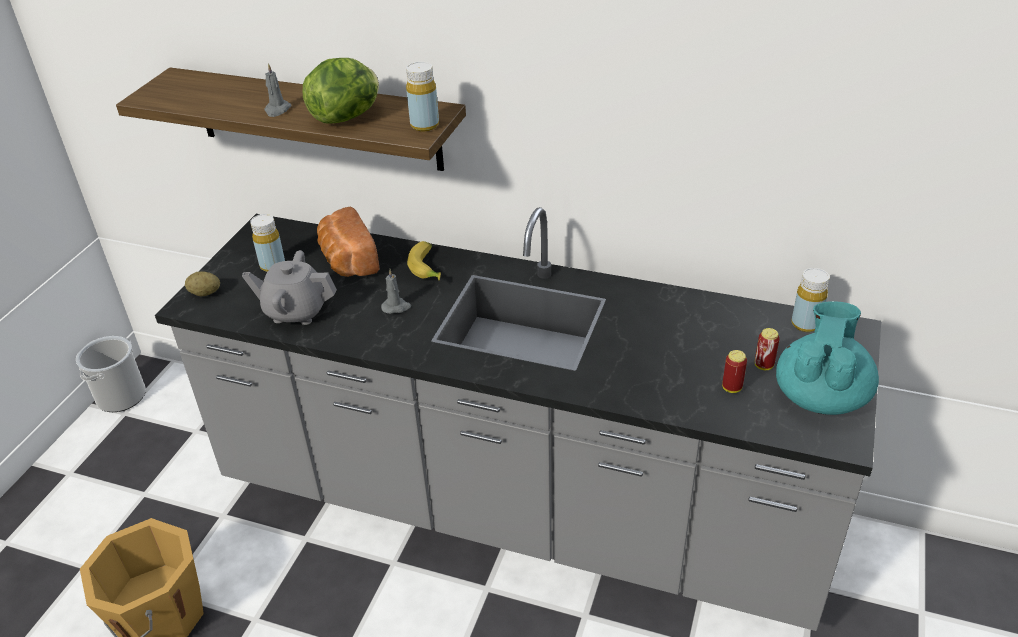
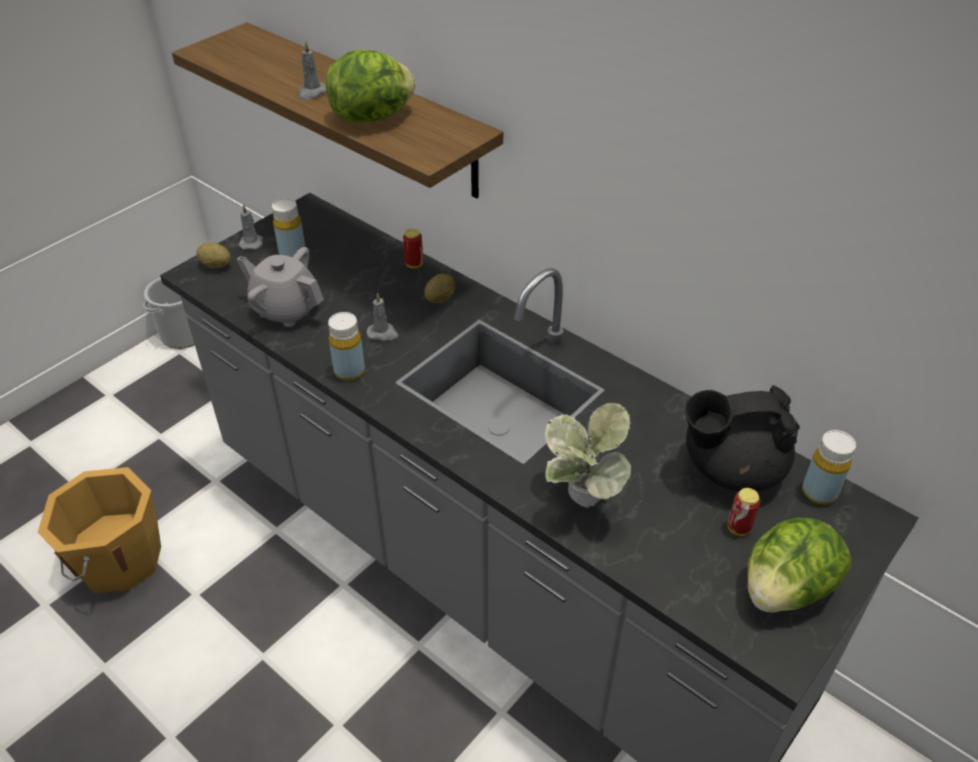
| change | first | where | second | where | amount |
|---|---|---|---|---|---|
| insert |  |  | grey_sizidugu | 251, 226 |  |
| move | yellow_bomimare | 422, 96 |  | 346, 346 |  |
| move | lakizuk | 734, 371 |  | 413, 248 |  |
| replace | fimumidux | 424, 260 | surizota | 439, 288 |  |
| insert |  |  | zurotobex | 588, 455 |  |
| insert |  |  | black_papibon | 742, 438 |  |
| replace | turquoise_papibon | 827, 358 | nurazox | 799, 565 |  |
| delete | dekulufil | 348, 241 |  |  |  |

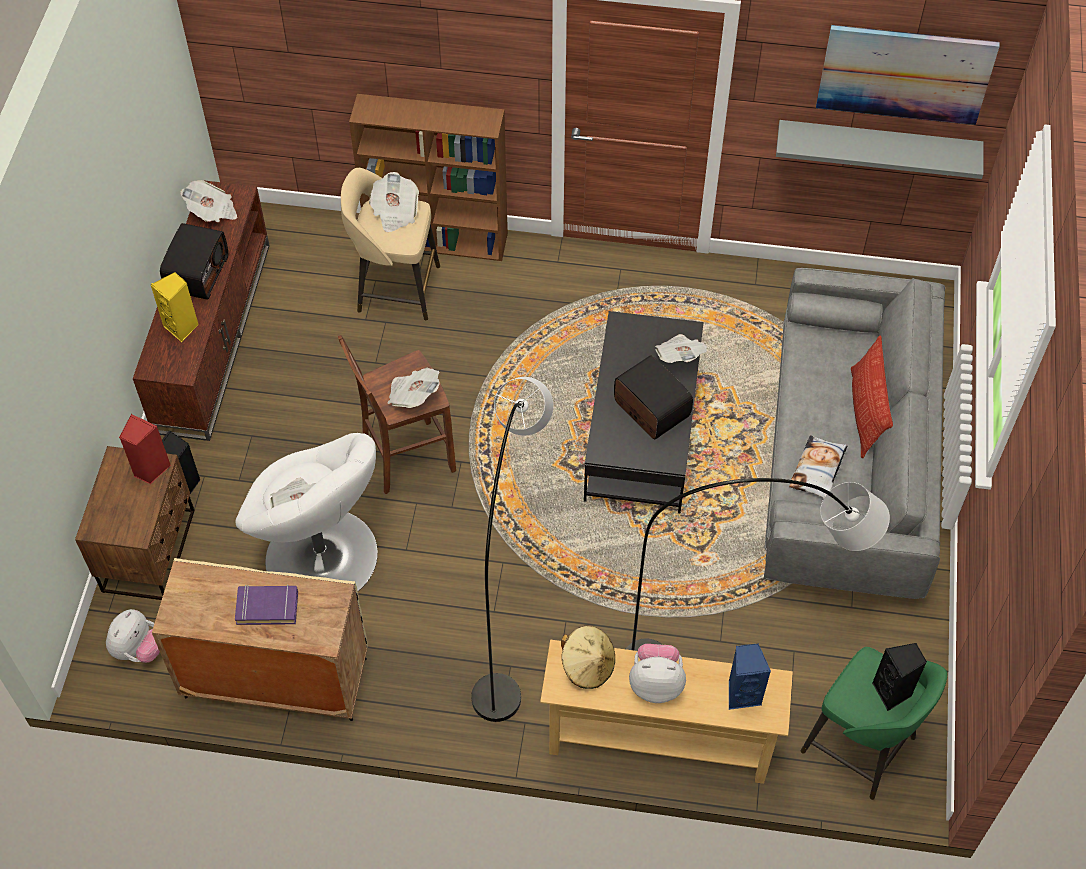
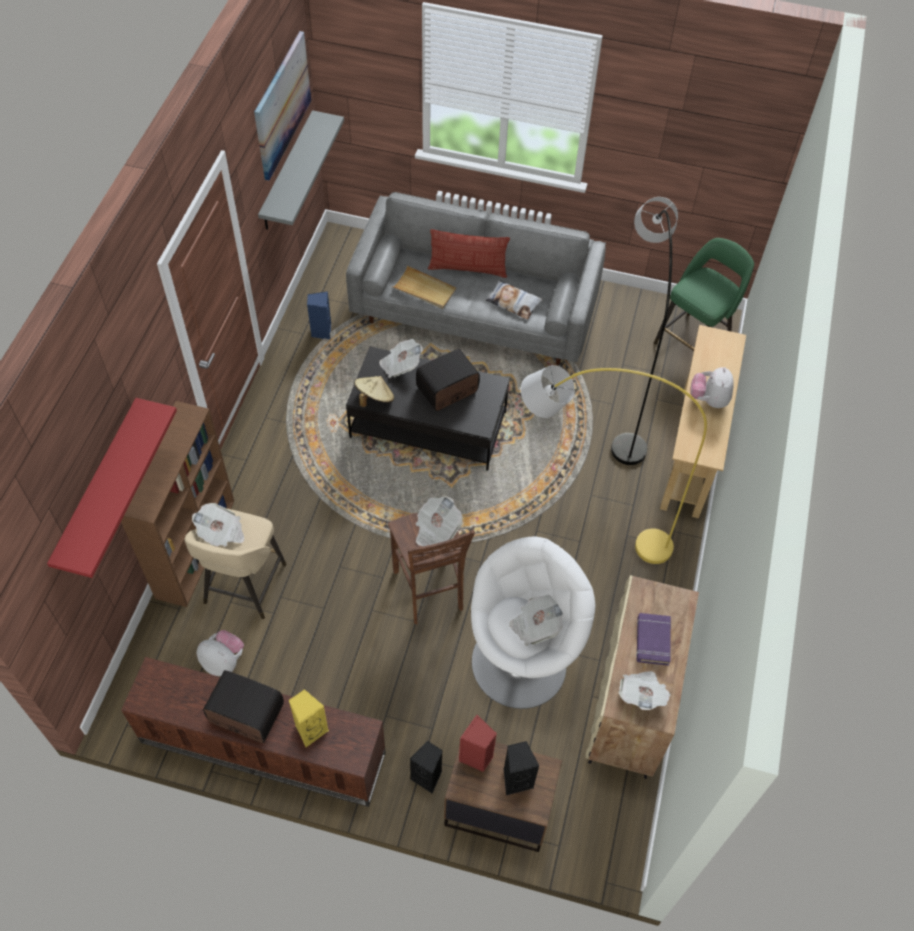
| change | first | where | second | where | amount |
|---|---|---|---|---|---|
| insert |  |  | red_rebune | 112, 488 |  |
| move | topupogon | 133, 636 |  | 220, 653 |  |
| move | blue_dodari | 750, 676 |  | 319, 315 |  |
| move | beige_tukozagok | 588, 657 |  | 374, 391 |  |
| insert |  |  | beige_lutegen | 424, 287 |  |
| move | black_dodari | 899, 677 |  | 521, 768 |  |
| recolor | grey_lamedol | 512, 549 | yellow_lamedol | 614, 464 |  |
| move | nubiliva | 209, 201 |  | 645, 690 |  |

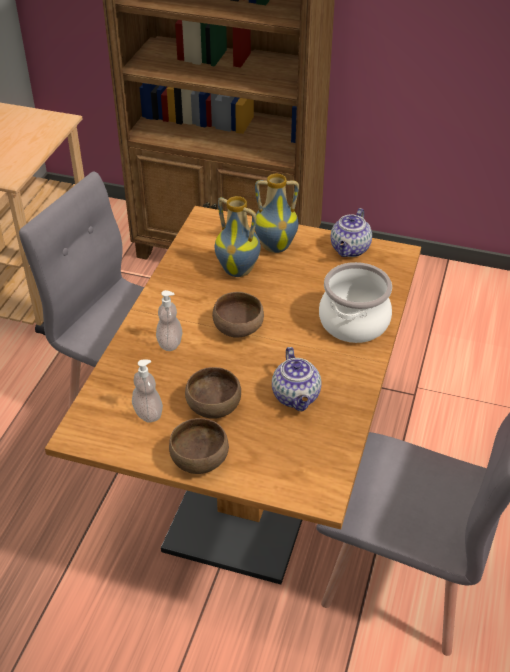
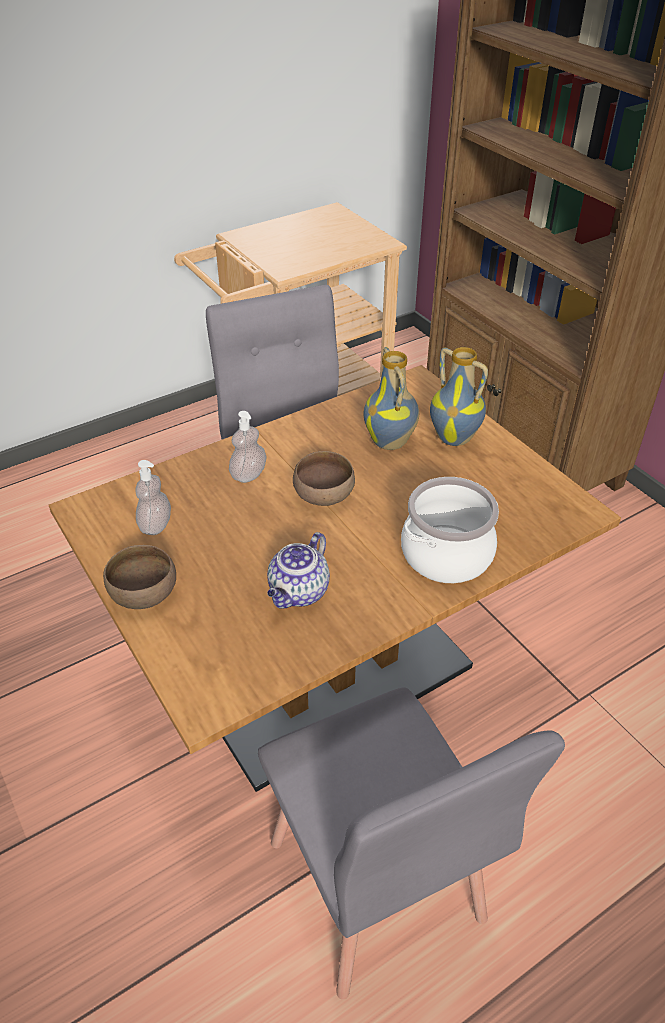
| change | first | where | second | where | amount |
|---|---|---|---|---|---|
| delete | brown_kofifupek | 213, 393 |  |  |  |
| delete | papibon | 351, 232 |  |  |  |

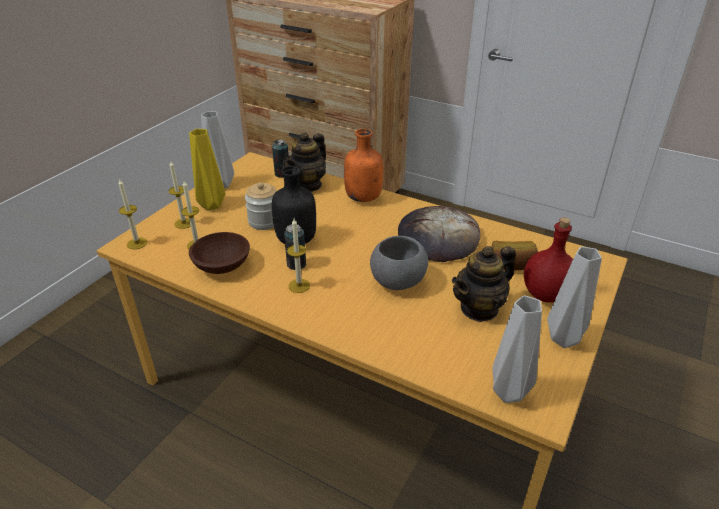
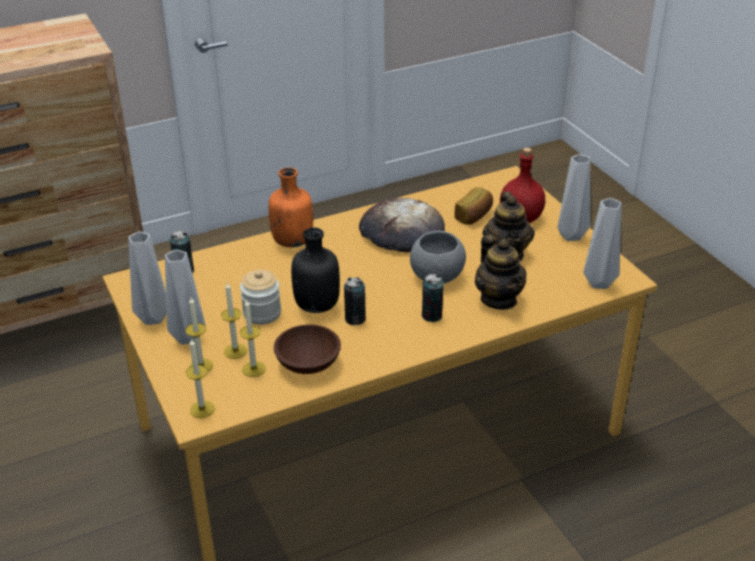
| change | first | where | second | where | amount |
|---|---|---|---|---|---|
| recolor | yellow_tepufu | 207, 170 | grey_tepufu | 185, 297 |  |
| move | sizidugu | 298, 255 |  | 234, 320 |  |
| insert |  |  | lakizuk | 432, 298 |  |
| move | papibon | 304, 162 |  | 501, 272 |  |

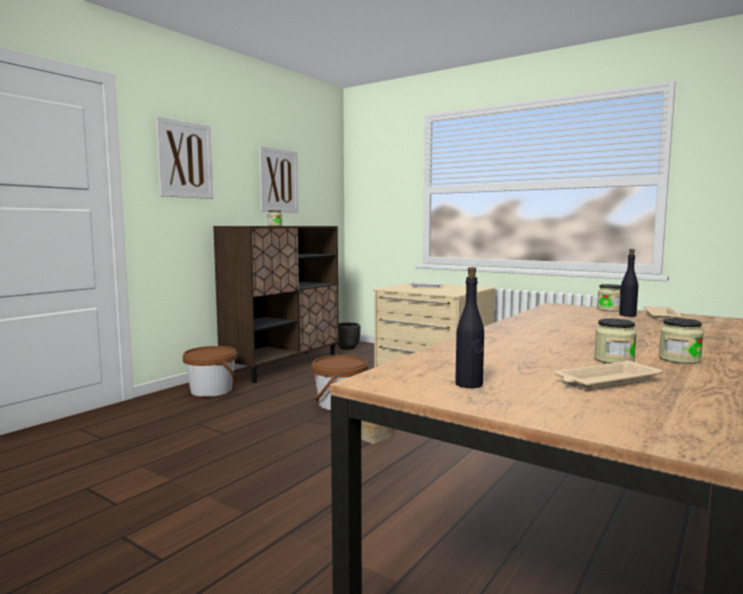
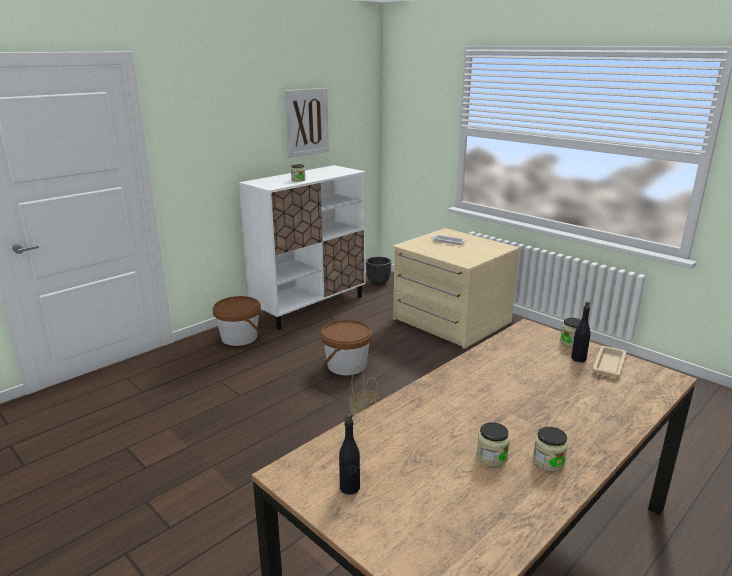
| change | first | where | second | where | amount |
|---|---|---|---|---|---|
| recolor | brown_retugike | 276, 304 | white_retugike | 302, 247 |  |
| delete | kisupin | 184, 157 |  |  |  |
| delete | beige_lutegen | 608, 375 |  |  |  |

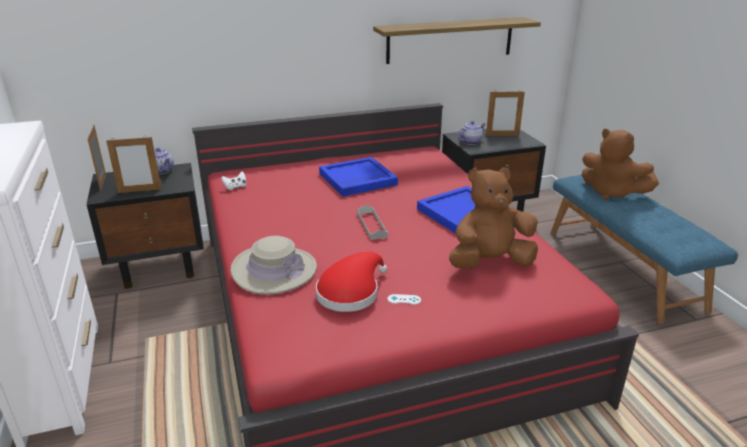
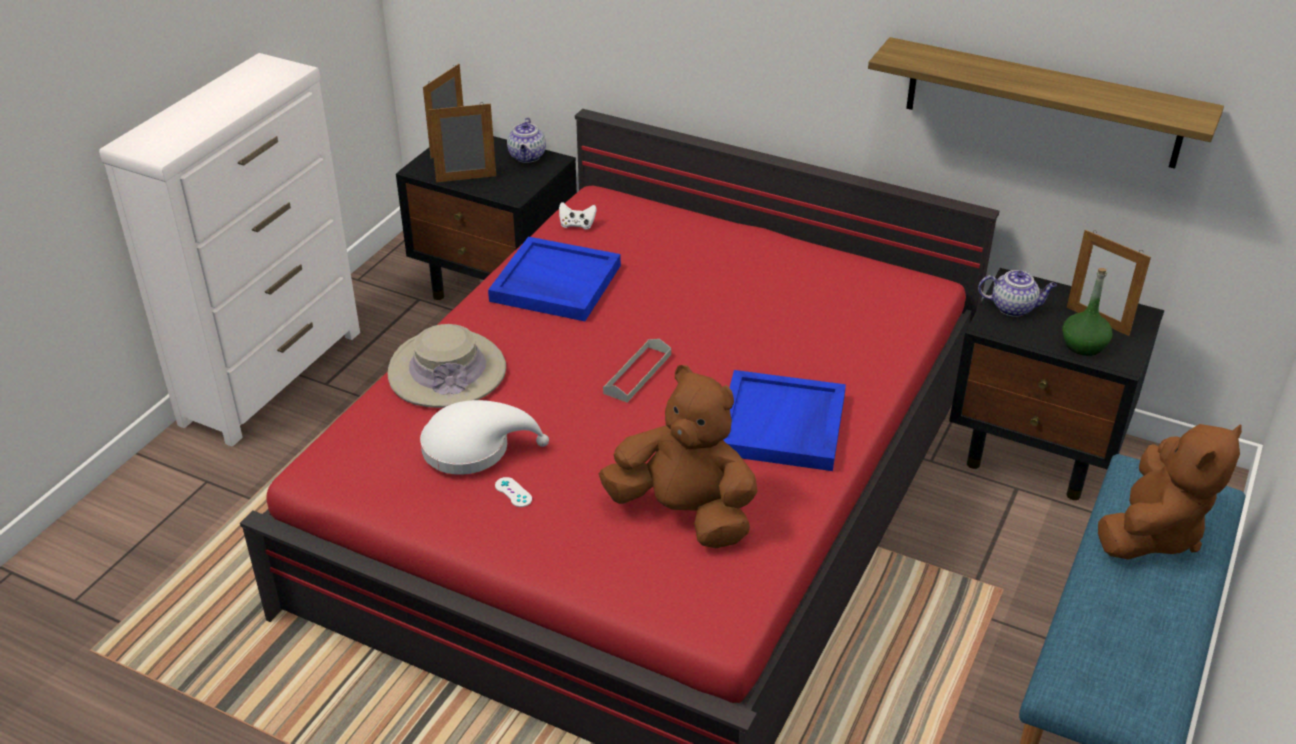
| change | first | where | second | where | amount |
|---|---|---|---|---|---|
| recolor | red_tukozagok | 351, 281 | white_tukozagok | 484, 437 |  |
| rotate | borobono | 134, 165 |  | 462, 142 | 135 degrees clockwise |
| move | blue_lutegen | 358, 177 |  | 554, 279 |  |
| insert |  |  | green_bomimare | 1087, 312 |  |
| rotate | brown_topupogon | 620, 164 |  | 1170, 492 | 135 degrees counterclockwise |

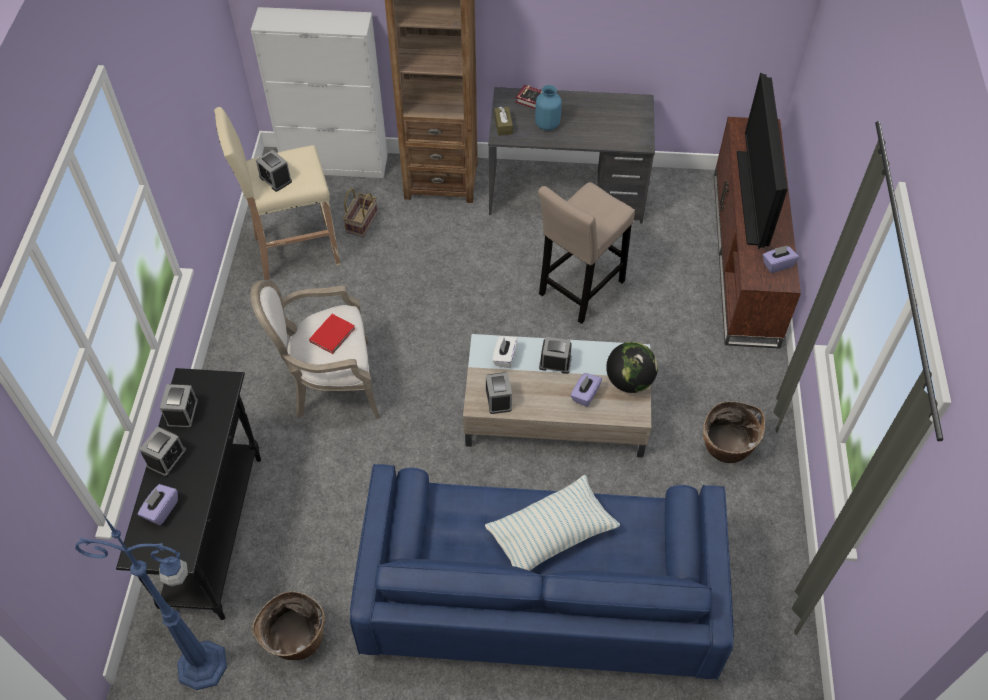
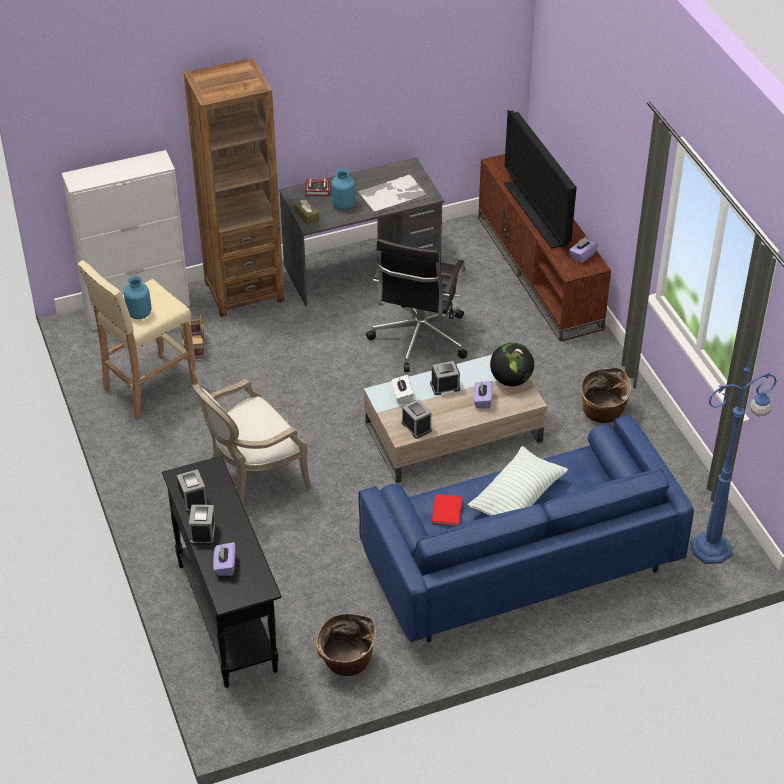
| change | first | where | second | where | amount |
|---|---|---|---|---|---|
| replace | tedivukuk | 274, 171 | blue_tepufu | 137, 297 |  |
| insert |  |  | lutegen | 392, 193 |  |
| replace | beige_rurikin | 586, 253 | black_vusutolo | 417, 305 |  |
| move | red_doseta | 332, 334 |  | 447, 510 |  |
| move | blue_lamedol | 151, 603 |  | 733, 456 |  |

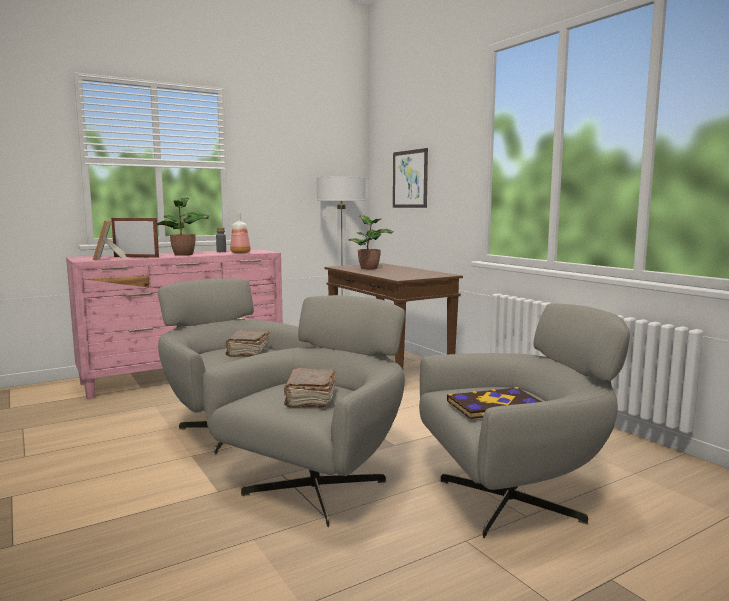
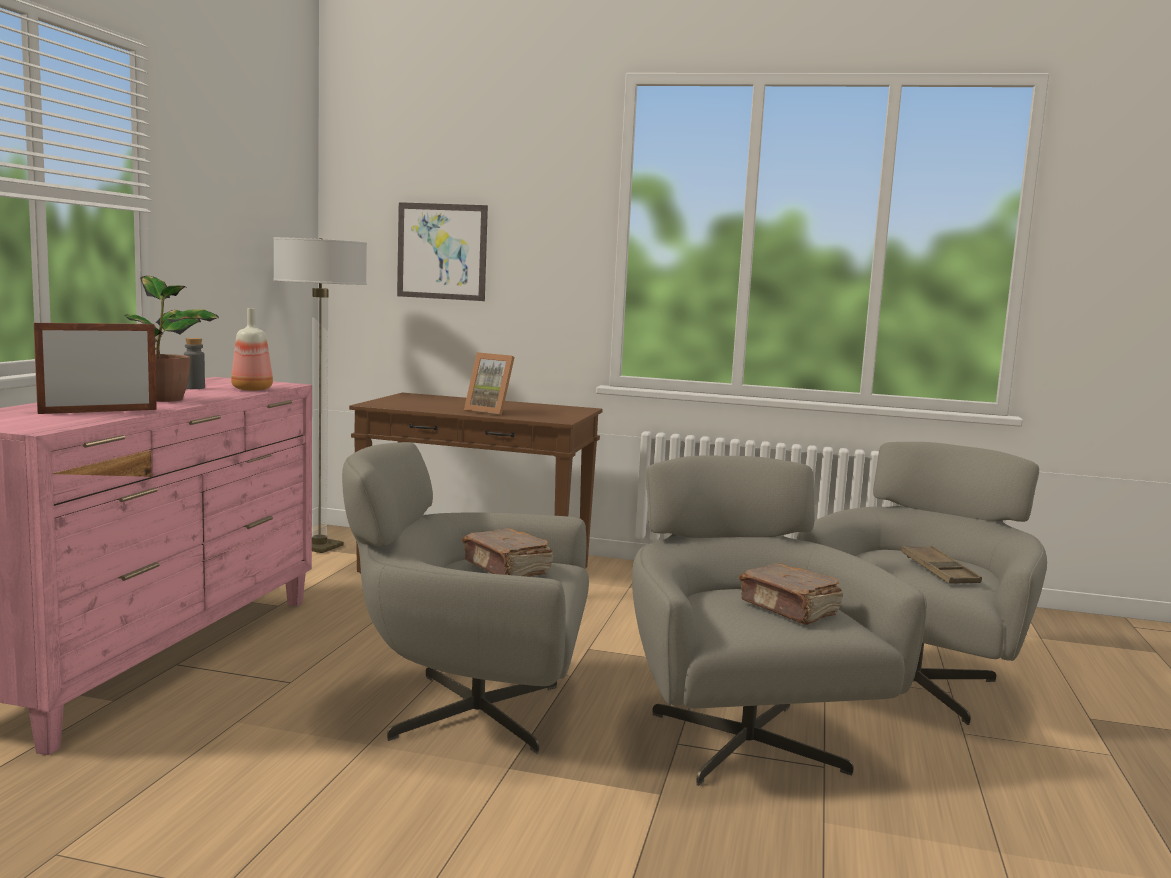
| change | first | where | second | where | amount |
|---|---|---|---|---|---|
| move | borobono | 110, 240 |  | 489, 383 |  |
| replace | doseta | 494, 403 | brown_lutegen | 941, 565 |  |
| delete | zurotobex | 371, 242 |  |  |  |

